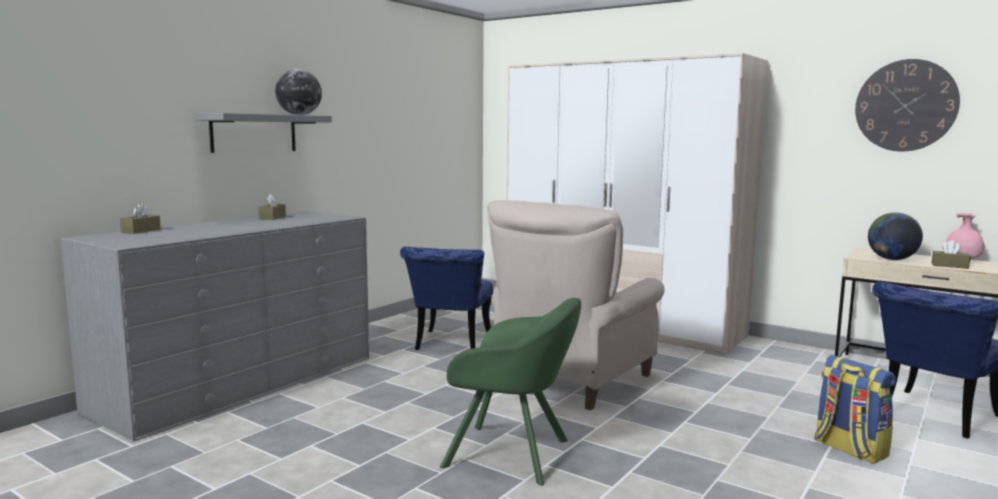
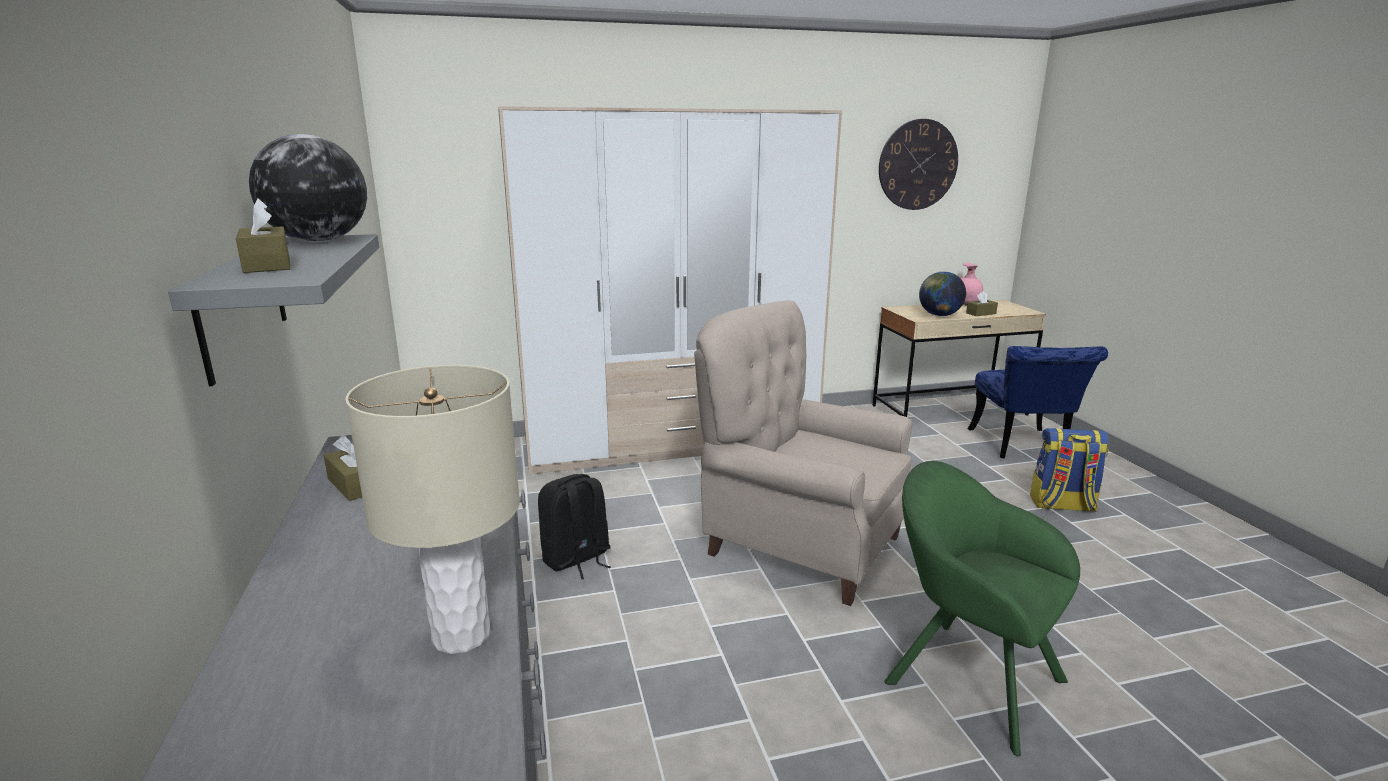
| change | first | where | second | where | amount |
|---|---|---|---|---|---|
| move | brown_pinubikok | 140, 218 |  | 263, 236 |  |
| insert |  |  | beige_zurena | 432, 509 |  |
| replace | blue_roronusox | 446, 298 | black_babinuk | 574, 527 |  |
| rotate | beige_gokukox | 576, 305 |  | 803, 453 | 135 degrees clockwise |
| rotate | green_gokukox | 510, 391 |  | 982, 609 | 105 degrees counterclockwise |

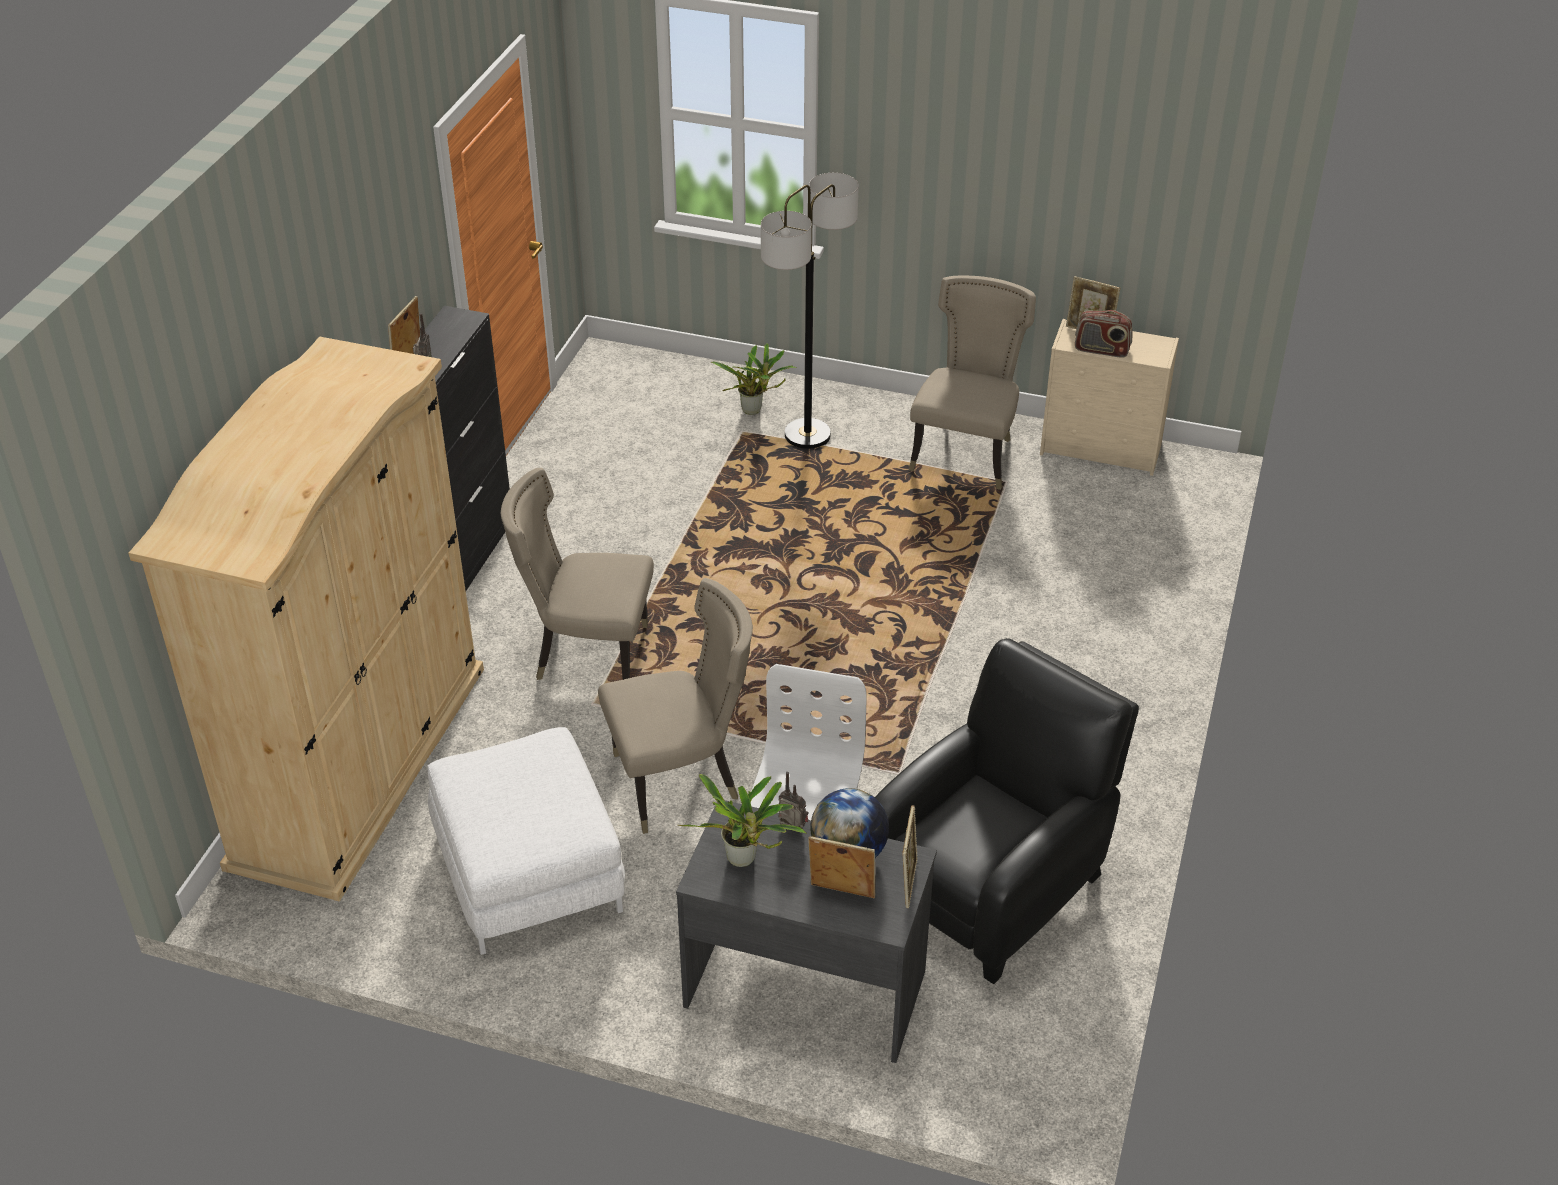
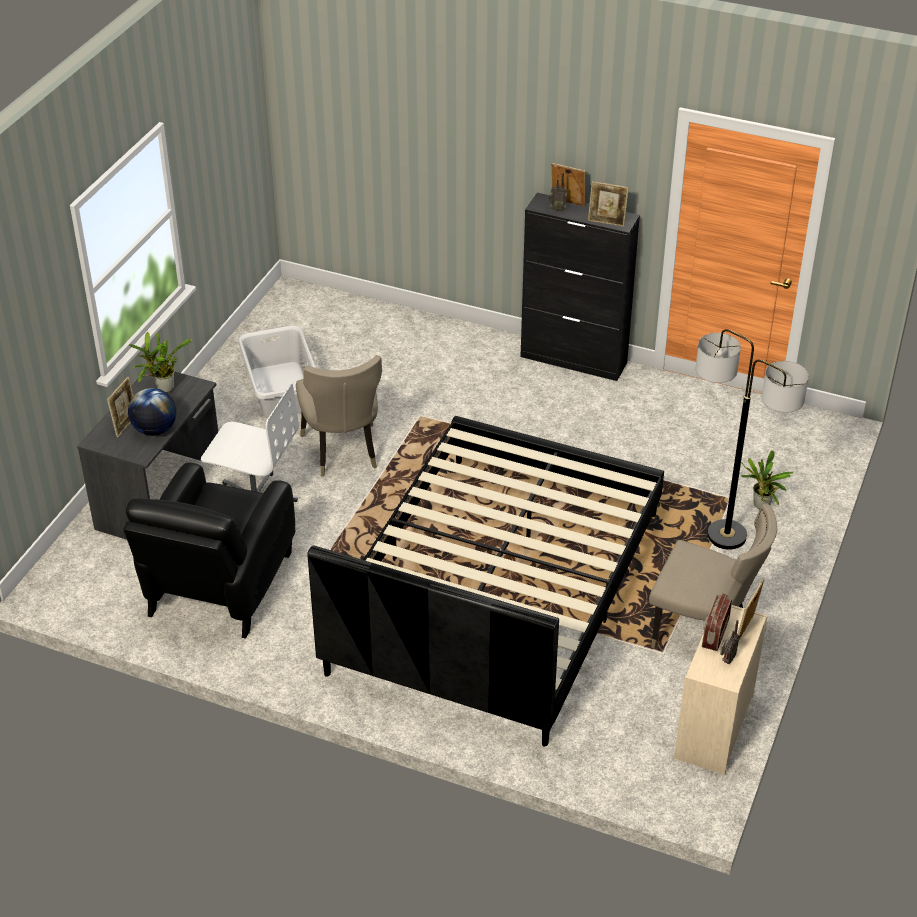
| change | first | where | second | where | amount |
|---|---|---|---|---|---|
| rotate | black_gokukox | 1007, 811 |  | 209, 551 | 60 degrees clockwise |
| replace | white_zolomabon | 526, 841 | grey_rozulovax | 277, 372 |  |
| insert |  |  | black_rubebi | 486, 581 |  |
| move | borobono | 910, 856 |  | 608, 204 |  |
| move | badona | 793, 802 |  | 730, 642 |  |
| delete | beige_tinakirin | 306, 618 |  |  |  |
| delete | beige_roronusox | 577, 574 |  |  |  |

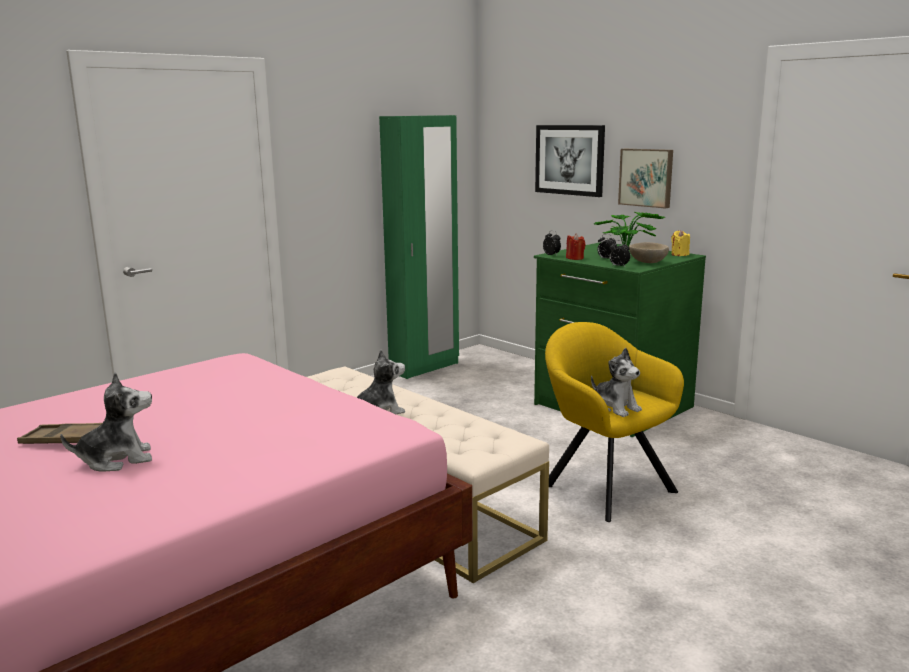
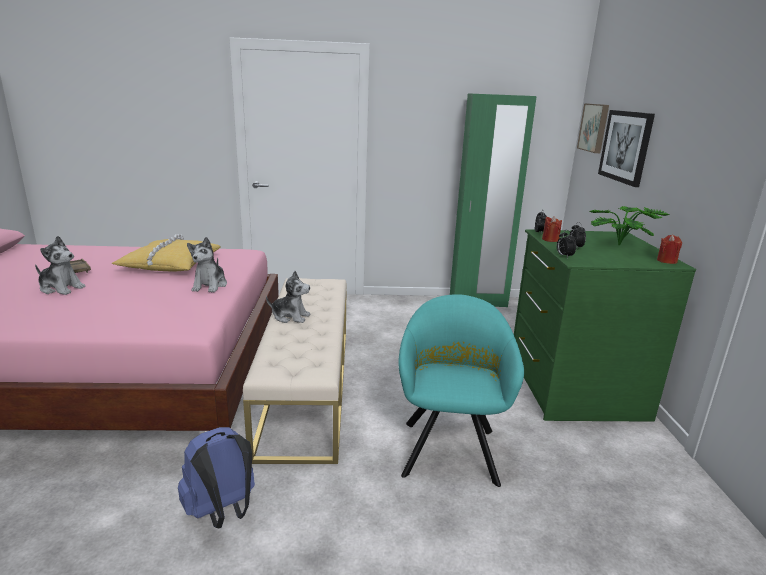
| change | first | where | second | where | amount |
|---|---|---|---|---|---|
| insert |  |  | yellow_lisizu | 166, 252 |  |
| insert |  |  | blue_babinuk | 216, 477 |  |
| move | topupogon | 616, 382 |  | 207, 265 |  |
| recolor | yellow_gokukox | 614, 422 | turquoise_gokukox | 461, 390 |  |
| move | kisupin | 645, 179 |  | 593, 128 |  |
| recolor | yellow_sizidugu | 680, 243 | red_sizidugu | 669, 249 |  |
| delete | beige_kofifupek | 649, 252 |  |  |  |

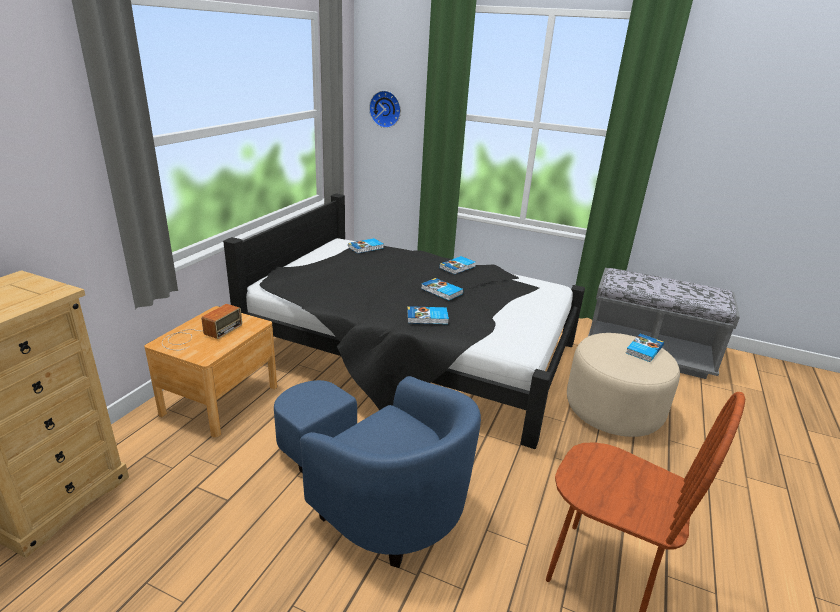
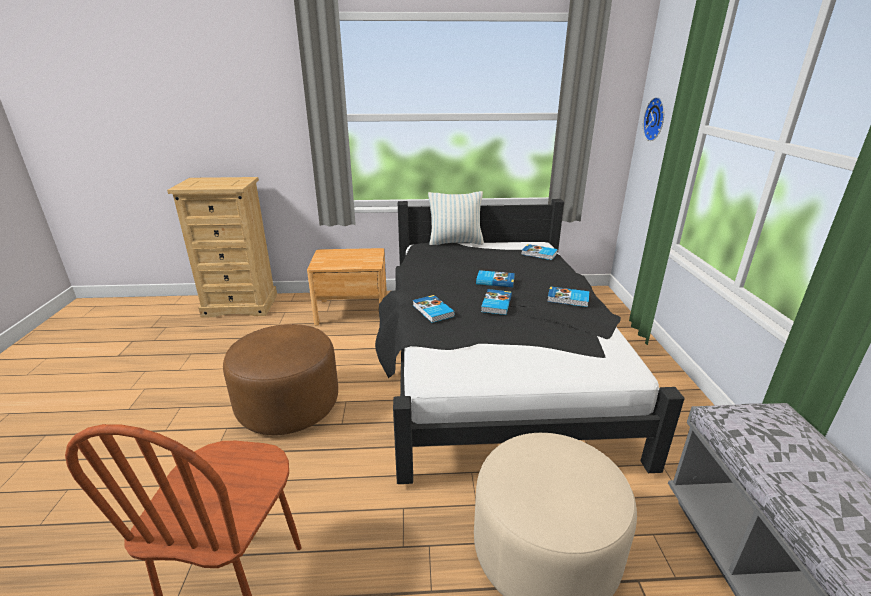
| change | first | where | second | where | amount |
|---|---|---|---|---|---|
| replace | blue_gokukox | 377, 472 | brown_zolomabon | 280, 379 |  |
| insert |  |  | lisizu | 456, 218 |  |
| move | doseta | 645, 348 |  | 495, 278 |  |
| delete | badona | 202, 327 |  |  |  |

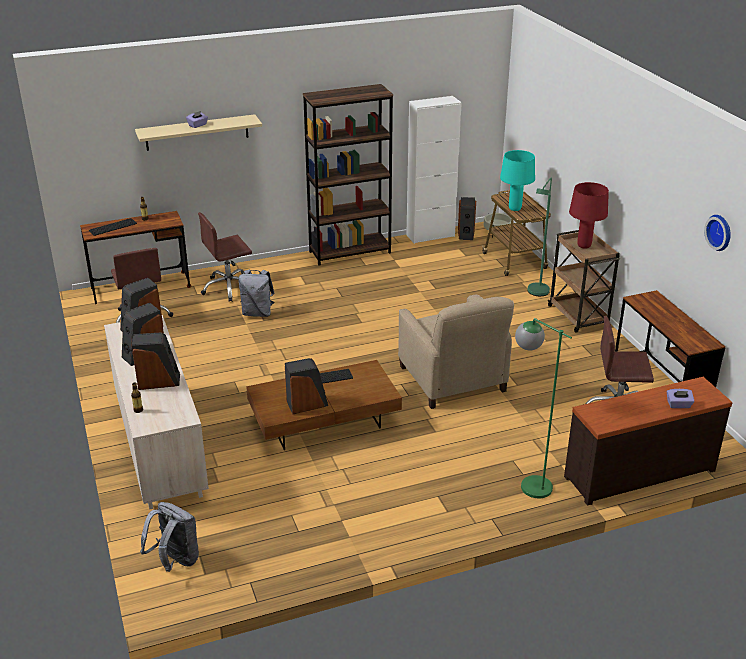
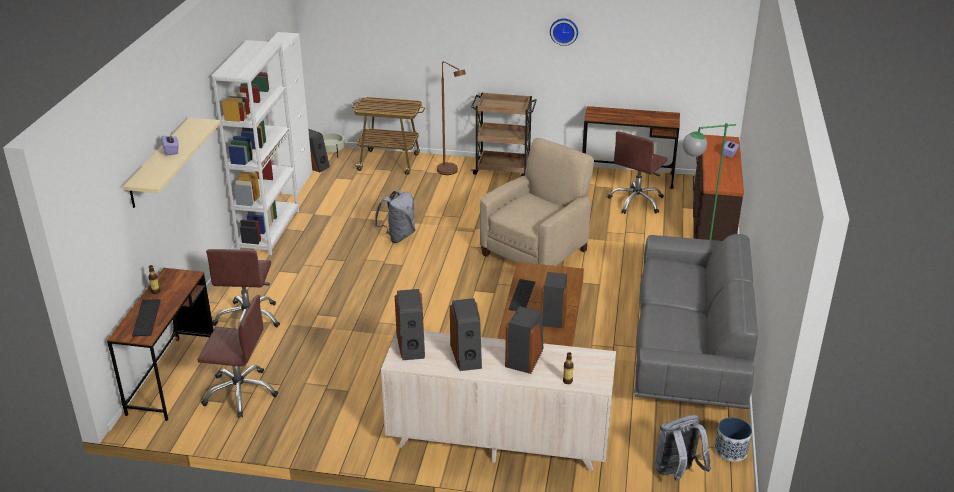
| change | first | where | second | where | amount |
|---|---|---|---|---|---|
| recolor | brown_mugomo | 348, 174 | white_mugomo | 255, 147 |  |
| move | grey_babinuk | 256, 293 |  | 394, 216 |  |
| recolor | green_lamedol | 540, 237 | brown_lamedol | 451, 118 |  |
| rotate | beige_gokukox | 456, 352 |  | 537, 202 | 60 degrees counterclockwise |
| move | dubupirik | 717, 233 |  | 564, 32 |  |
| insert |  |  | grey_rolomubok | 696, 321 |  |
| insert |  |  | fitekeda | 733, 439 |  |
| delete | turquoise_zurena | 517, 180 |  |  |  |
| delete | red_zurena | 589, 215 |  |  |  |

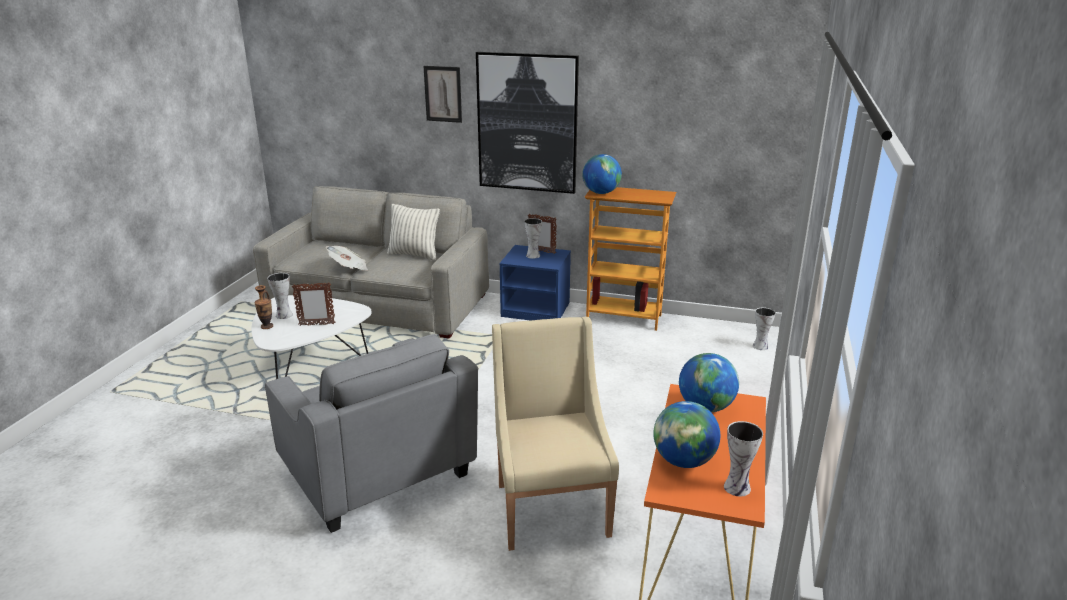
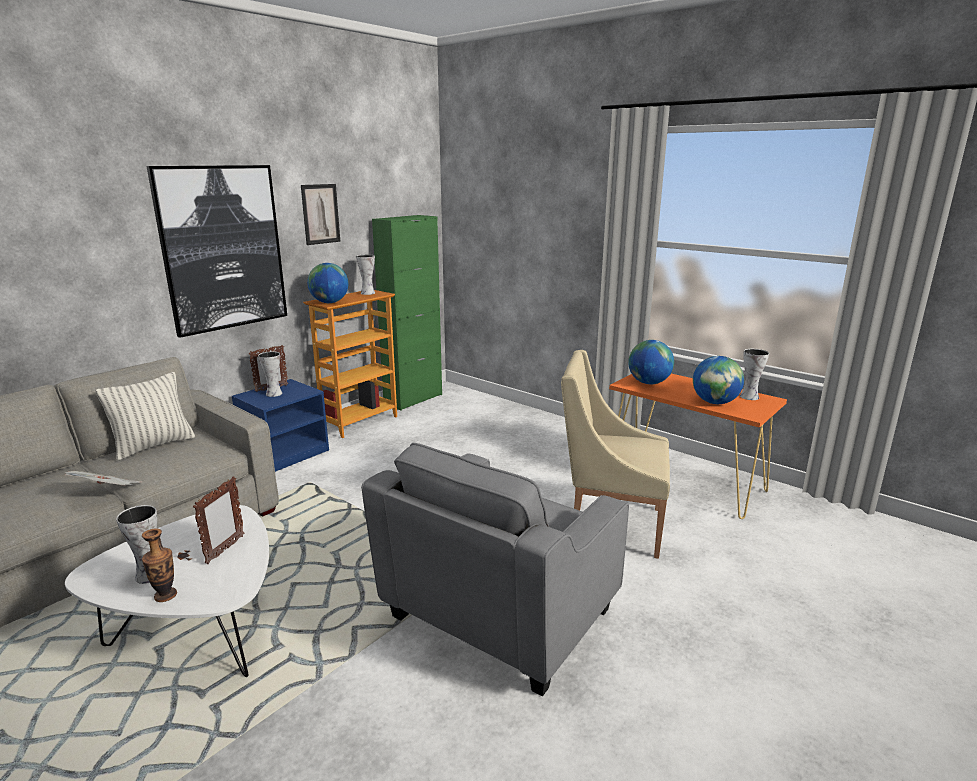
| change | first | where | second | where | amount |
|---|---|---|---|---|---|
| move | kisupin | 442, 94 |  | 320, 214 |  |
| move | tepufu | 764, 328 |  | 365, 275 |  |
| rotate | grey_gokukox | 371, 433 |  | 495, 570 | 135 degrees clockwise |
| insert |  |  | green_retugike | 407, 313 |  |

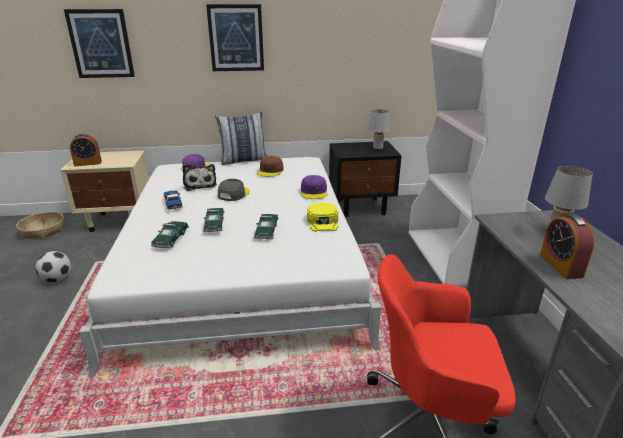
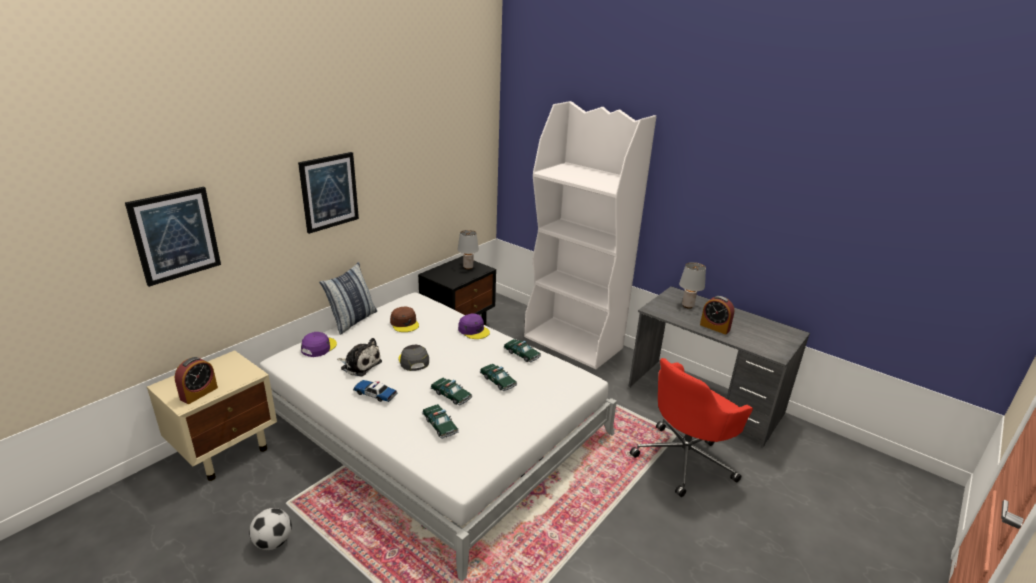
| change | first | where | second | where | amount |
|---|---|---|---|---|---|
| replace | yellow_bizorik | 322, 217 | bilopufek | 522, 350 |  |
| delete | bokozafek | 40, 225 |  |  |  |

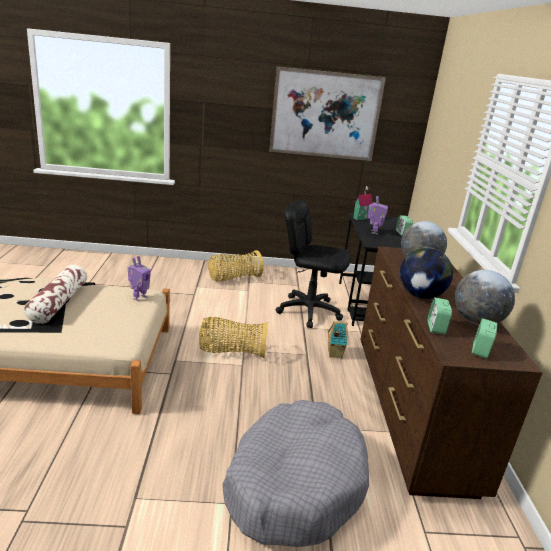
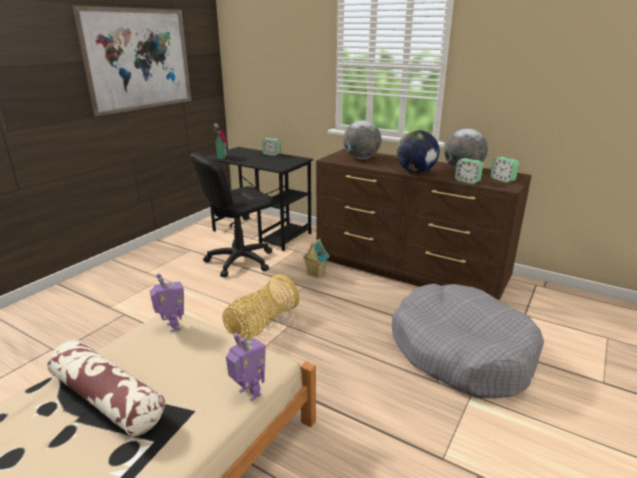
| change | first | where | second | where | amount |
|---|---|---|---|---|---|
| move | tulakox | 378, 215 |  | 246, 367 |  |
| delete | bokozafek | 236, 265 |  |  |  |

